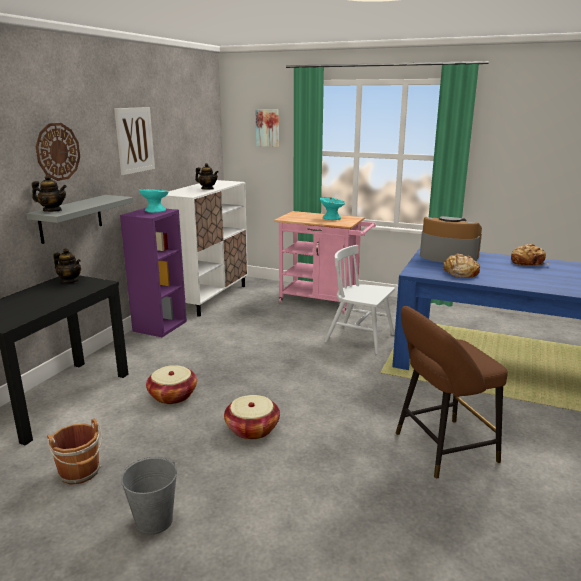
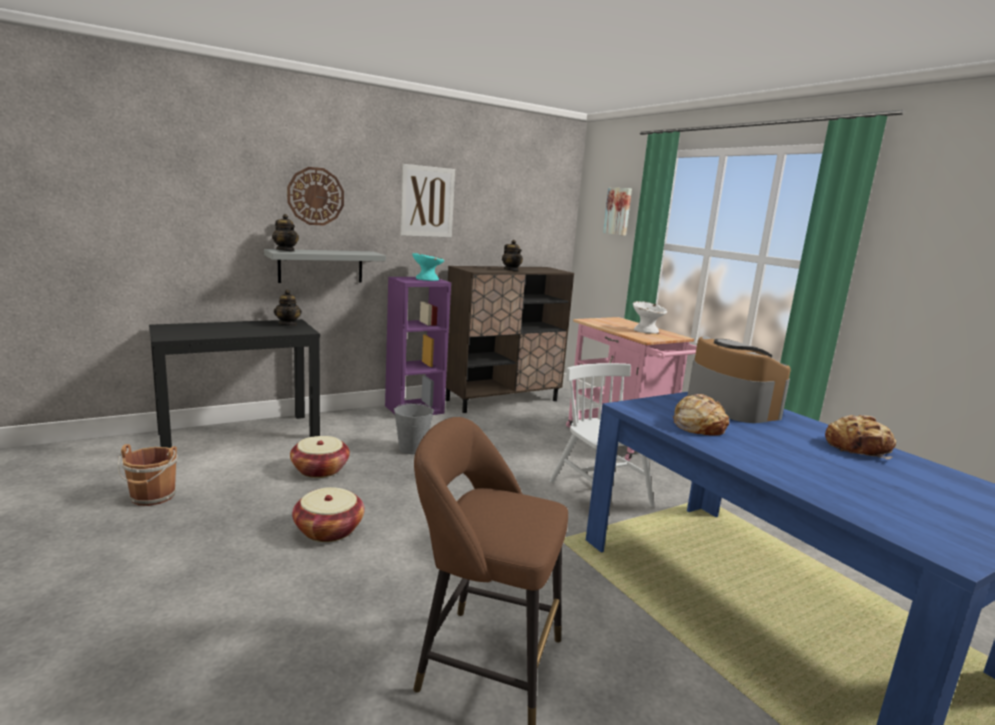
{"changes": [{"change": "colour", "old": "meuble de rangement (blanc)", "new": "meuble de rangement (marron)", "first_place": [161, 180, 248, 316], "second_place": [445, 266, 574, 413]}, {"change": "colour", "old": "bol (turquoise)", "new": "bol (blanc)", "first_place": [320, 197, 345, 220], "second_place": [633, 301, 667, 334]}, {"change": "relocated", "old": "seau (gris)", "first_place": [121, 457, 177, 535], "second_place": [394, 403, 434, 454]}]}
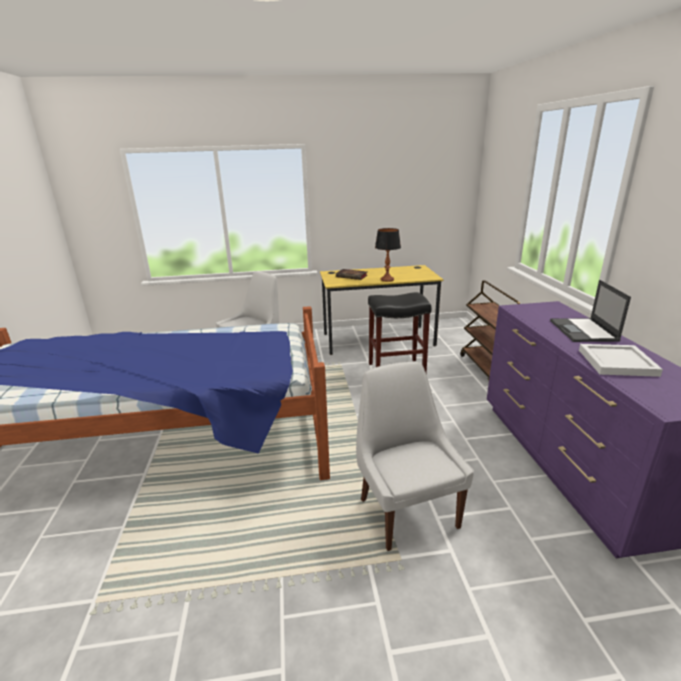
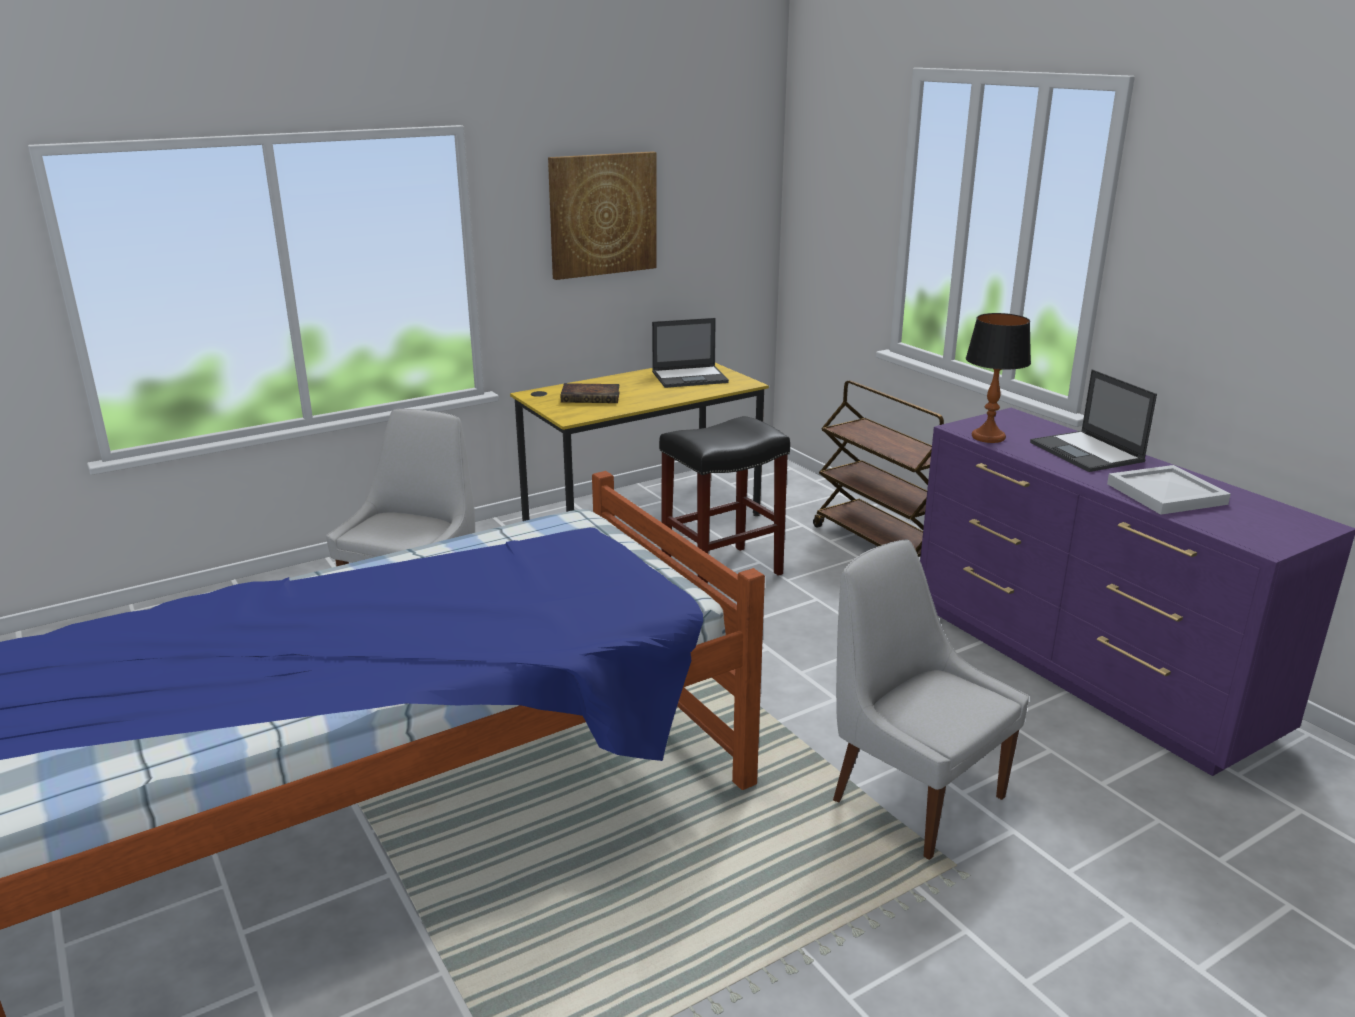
{"changes": [{"change": "relocated", "old": "lampe de table", "first_place": [375, 228, 401, 282], "second_place": [966, 313, 1031, 443]}, {"change": "appeared", "new": "tableau", "second_place": [548, 151, 656, 280]}, {"change": "appeared", "new": "ordinateur portable", "second_place": [652, 318, 729, 388]}]}
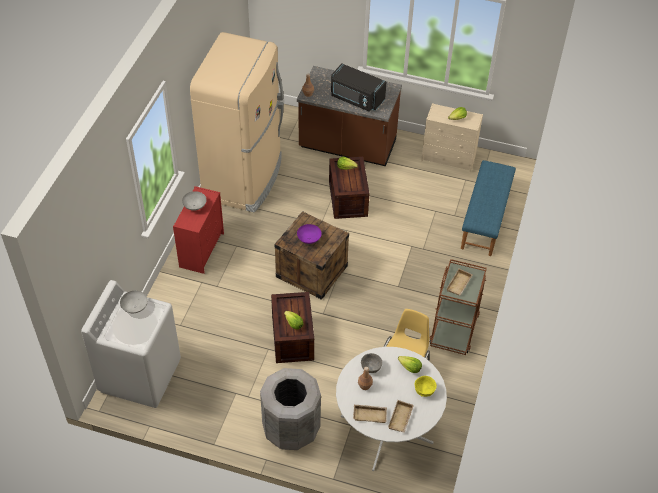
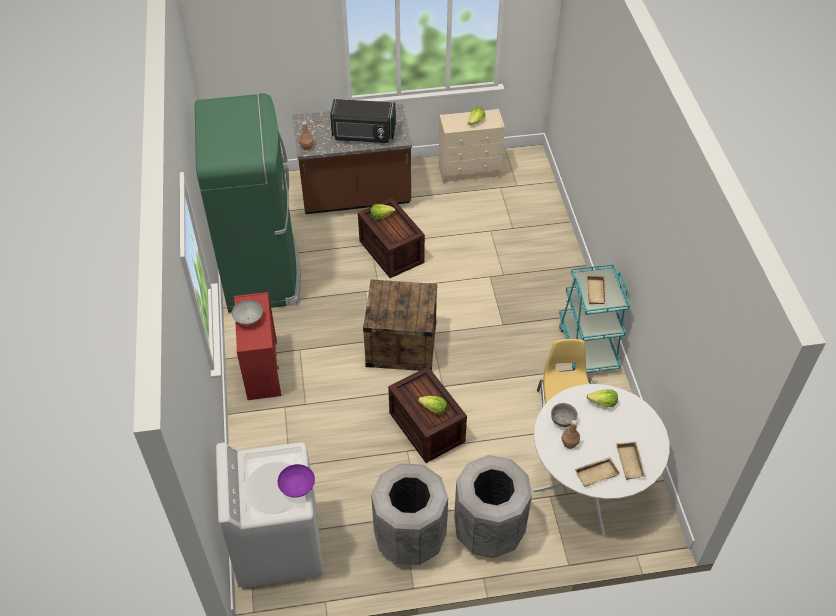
{"changes": [{"change": "colour", "old": "réfrigérateur (beige)", "new": "réfrigérateur (vert)", "first_place": [190, 32, 284, 212], "second_place": [195, 93, 301, 313]}, {"change": "missing", "old": "banc (bleu)", "first_place": [461, 160, 516, 256]}, {"change": "relocated", "old": "bol (violet)", "first_place": [297, 224, 322, 244], "second_place": [278, 464, 315, 498]}, {"change": "colour", "old": "chariot (marron)", "new": "chariot (turquoise)", "first_place": [429, 259, 487, 355], "second_place": [559, 264, 630, 373]}, {"change": "missing", "old": "bol (gris)", "first_place": [120, 291, 148, 313]}, {"change": "missing", "old": "bol (jaune)", "first_place": [415, 376, 437, 397]}, {"change": "appeared", "new": "poubelle (gris)", "second_place": [371, 463, 448, 565]}]}
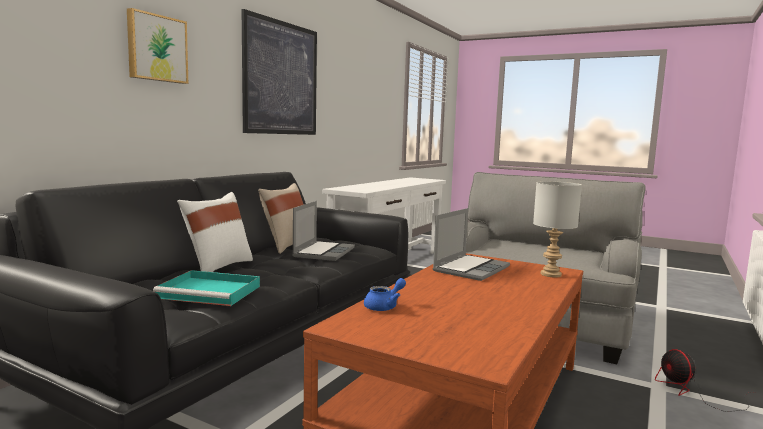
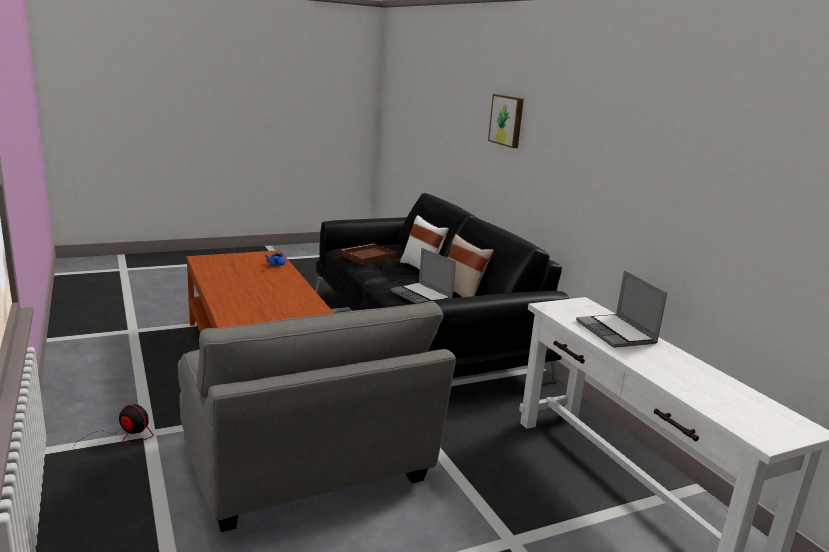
{"changes": [{"change": "missing", "old": "tableau", "first_place": [242, 9, 317, 135]}, {"change": "missing", "old": "lampe de table (gris)", "first_place": [533, 181, 582, 278]}, {"change": "relocated", "old": "ordinateur portable", "first_place": [433, 208, 510, 281], "second_place": [576, 270, 667, 348]}, {"change": "colour", "old": "plateau (turquoise)", "new": "plateau (marron)", "first_place": [153, 270, 260, 306], "second_place": [340, 244, 396, 265]}]}
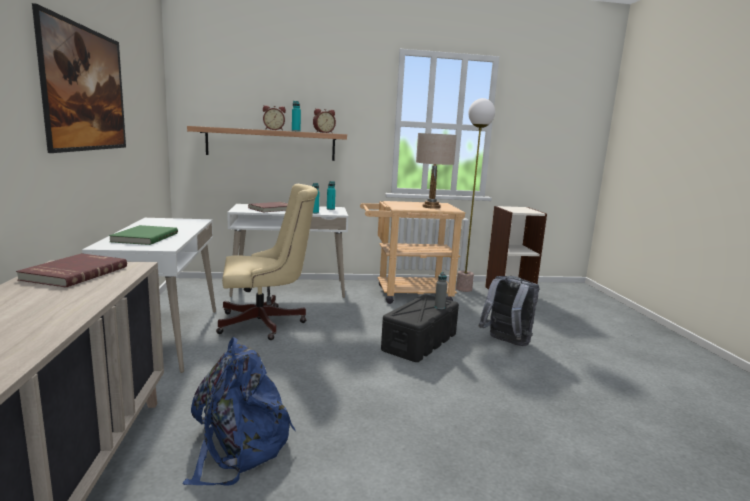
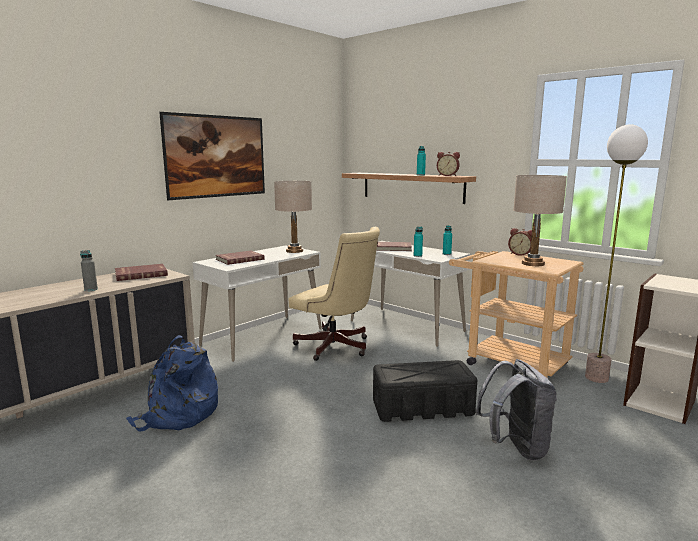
{"changes": [{"change": "relocated", "old": "réveil", "first_place": [263, 105, 286, 131], "second_place": [508, 228, 532, 256]}, {"change": "colour", "old": "livre (vert)", "new": "livre (rouge)", "first_place": [109, 225, 178, 245], "second_place": [216, 251, 265, 265]}, {"change": "relocated", "old": "bouteille (gris)", "first_place": [434, 272, 447, 309], "second_place": [80, 250, 98, 291]}, {"change": "appeared", "new": "lampe de table (beige)", "second_place": [274, 181, 312, 253]}]}
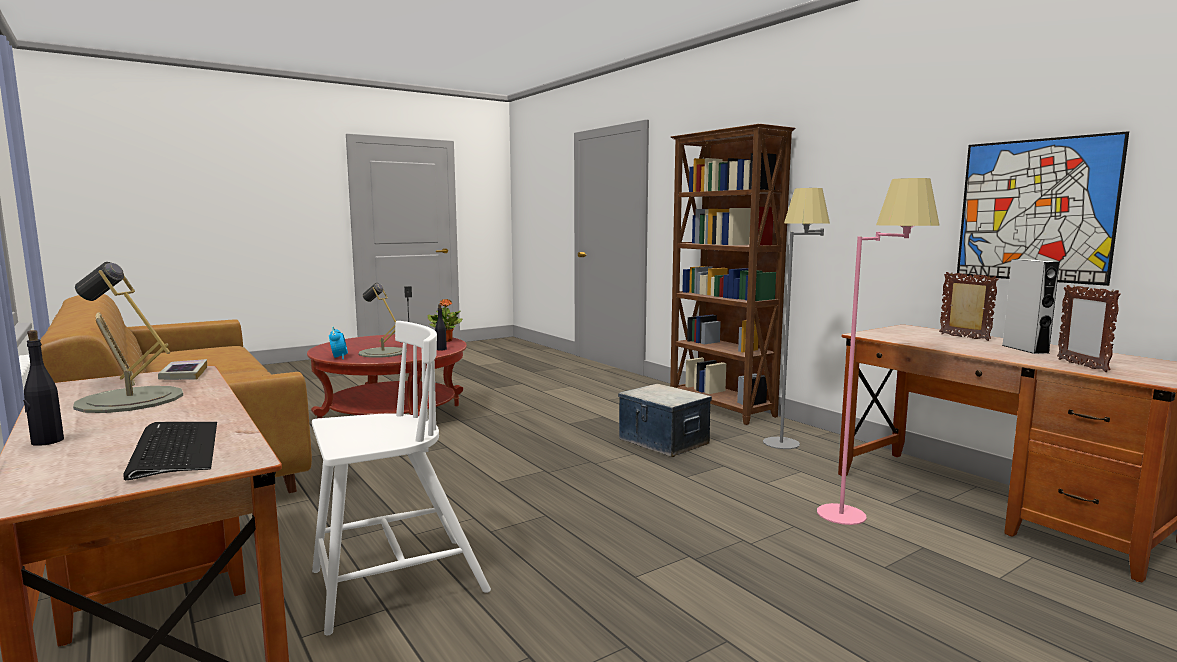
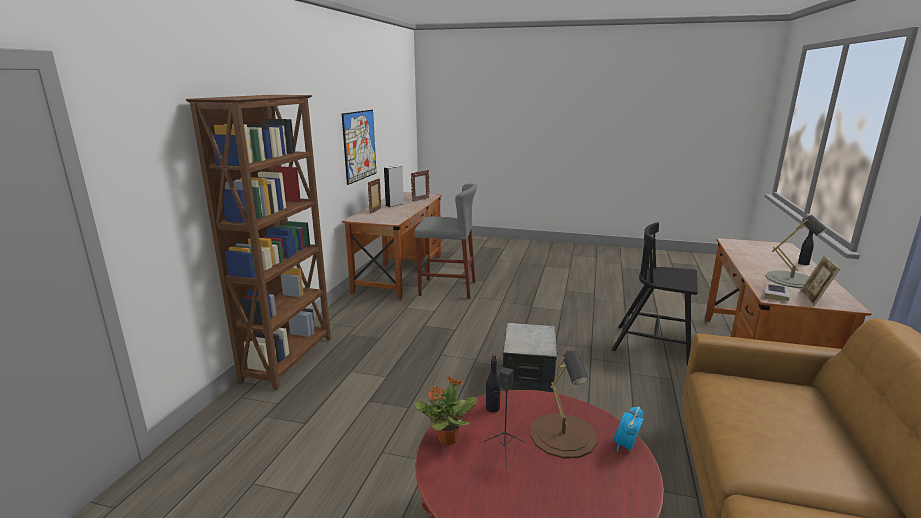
{"changes": [{"change": "exchanged", "old": "lampadaire (rose)", "new": "tabouret (gris)", "first_place": [817, 178, 940, 525], "second_place": [414, 183, 477, 299]}, {"change": "missing", "old": "lampadaire (gris)", "first_place": [763, 188, 830, 449]}, {"change": "colour", "old": "lampe de table (gris)", "new": "lampe de table (marron)", "first_place": [359, 283, 407, 358], "second_place": [530, 350, 597, 459]}, {"change": "colour", "old": "chaise (blanc)", "new": "chaise (noir)", "first_place": [312, 321, 491, 635], "second_place": [612, 222, 698, 366]}, {"change": "relocated", "old": "boîte de rangement", "first_place": [618, 384, 712, 457], "second_place": [502, 323, 558, 393]}, {"change": "missing", "old": "clavier", "first_place": [123, 422, 217, 480]}]}
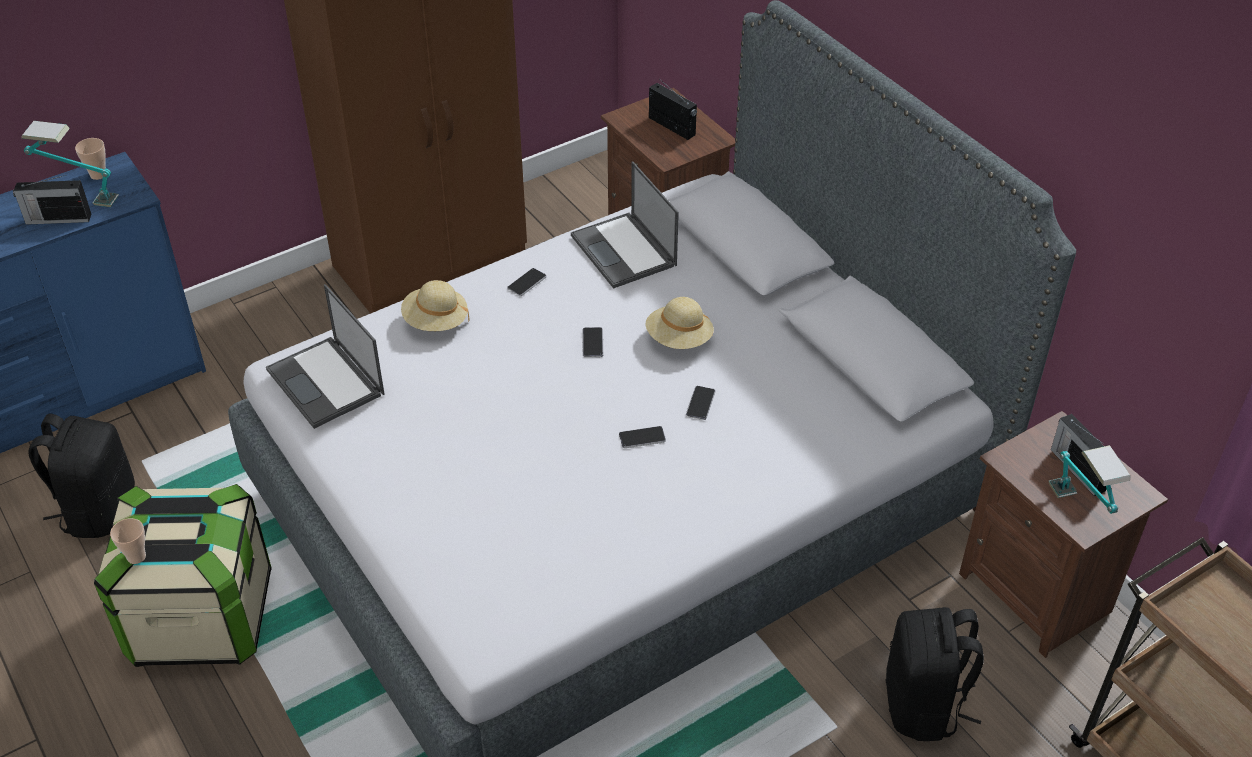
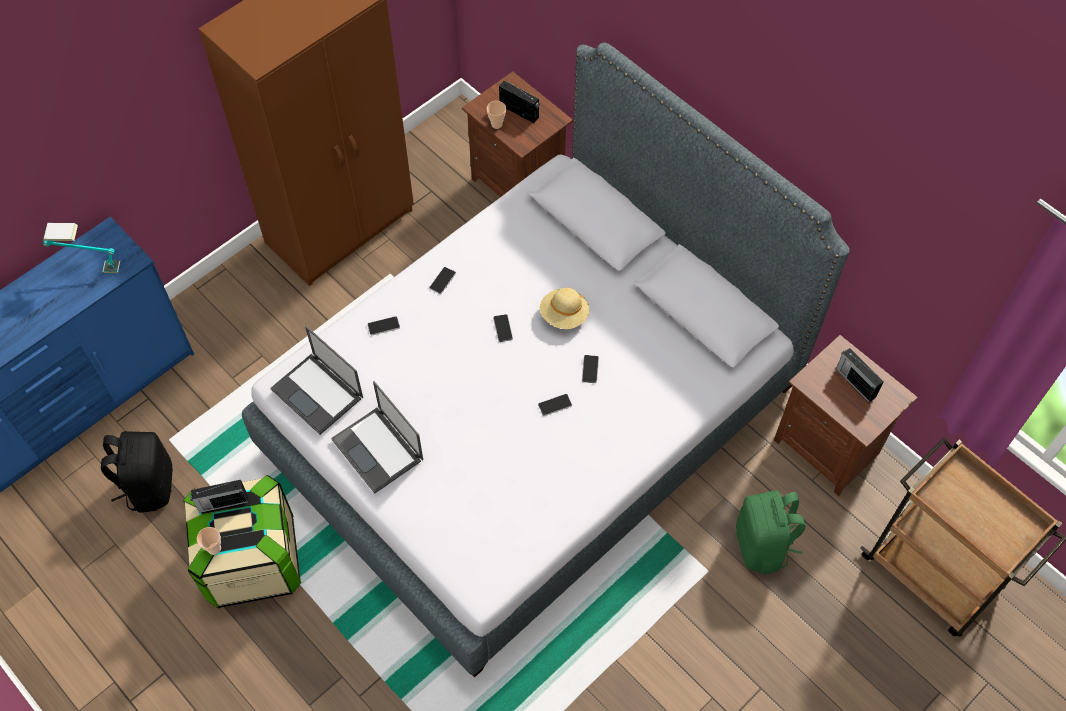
{"changes": [{"change": "relocated", "old": "tasse", "first_place": [75, 138, 106, 180], "second_place": [487, 101, 506, 129]}, {"change": "relocated", "old": "ordinateur portable", "first_place": [571, 161, 679, 289], "second_place": [331, 381, 423, 493]}, {"change": "relocated", "old": "radio", "first_place": [13, 175, 91, 225], "second_place": [190, 480, 248, 513]}, {"change": "exchanged", "old": "chapeau (beige)", "new": "téléphone", "first_place": [401, 280, 470, 331], "second_place": [367, 316, 400, 335]}, {"change": "missing", "old": "lampe de table", "first_place": [1049, 445, 1130, 514]}, {"change": "colour", "old": "sac à dos (noir)", "new": "sac à dos (vert)", "first_place": [886, 607, 984, 741], "second_place": [736, 490, 806, 574]}]}
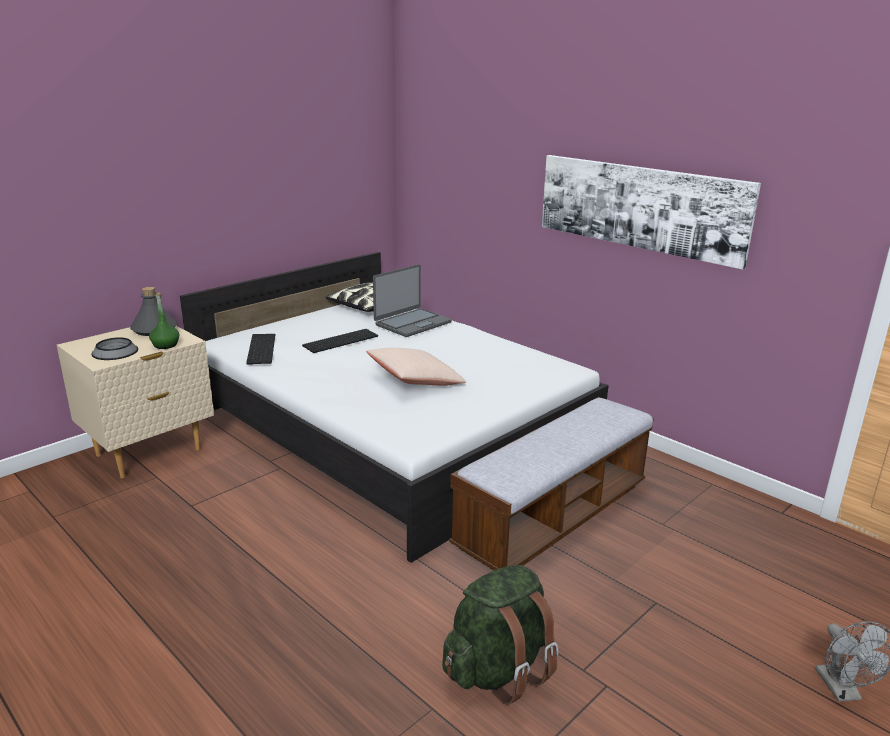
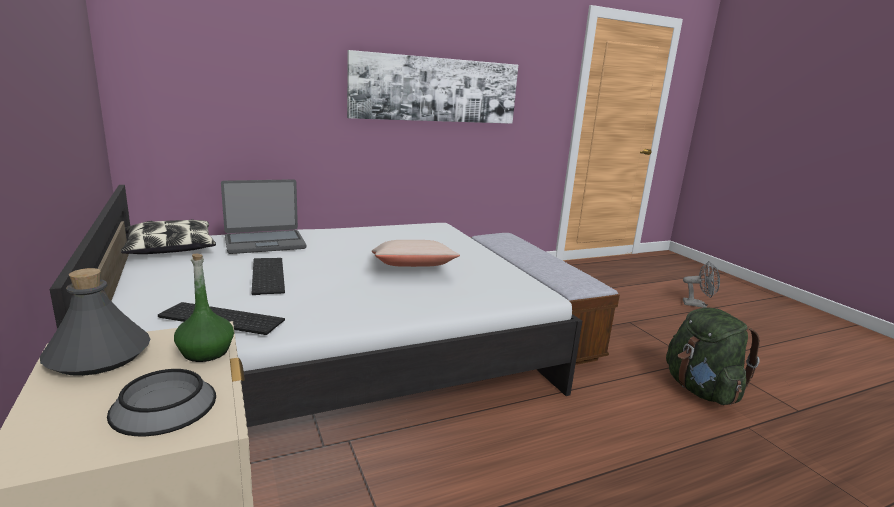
{"changes": [{"change": "spun", "old": "ordinateur portable", "first_place": [373, 264, 452, 337], "second_place": [221, 179, 306, 254], "degrees": 90}]}
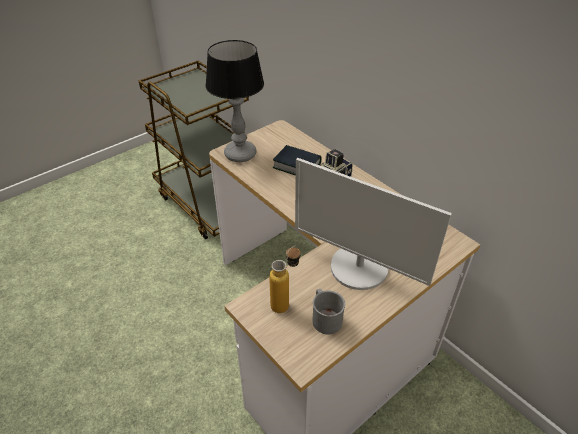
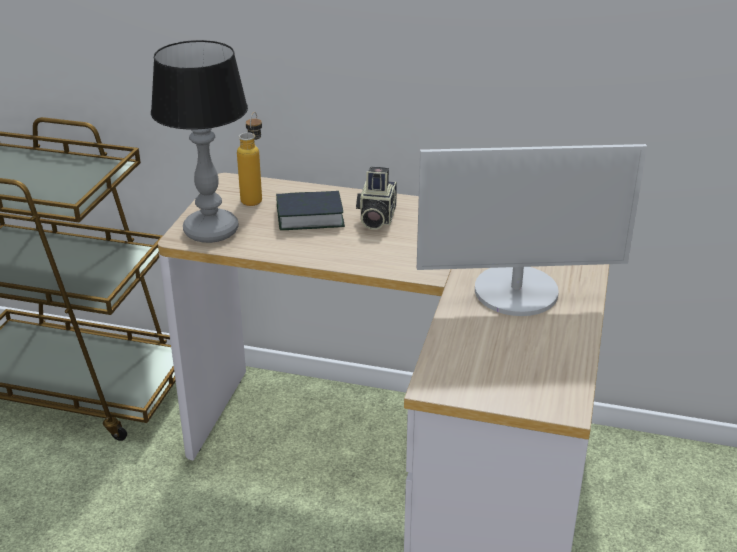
{"changes": [{"change": "relocated", "old": "bouteille", "first_place": [269, 245, 300, 313], "second_place": [237, 112, 262, 206]}, {"change": "missing", "old": "mug (gris)", "first_place": [312, 289, 345, 335]}]}
